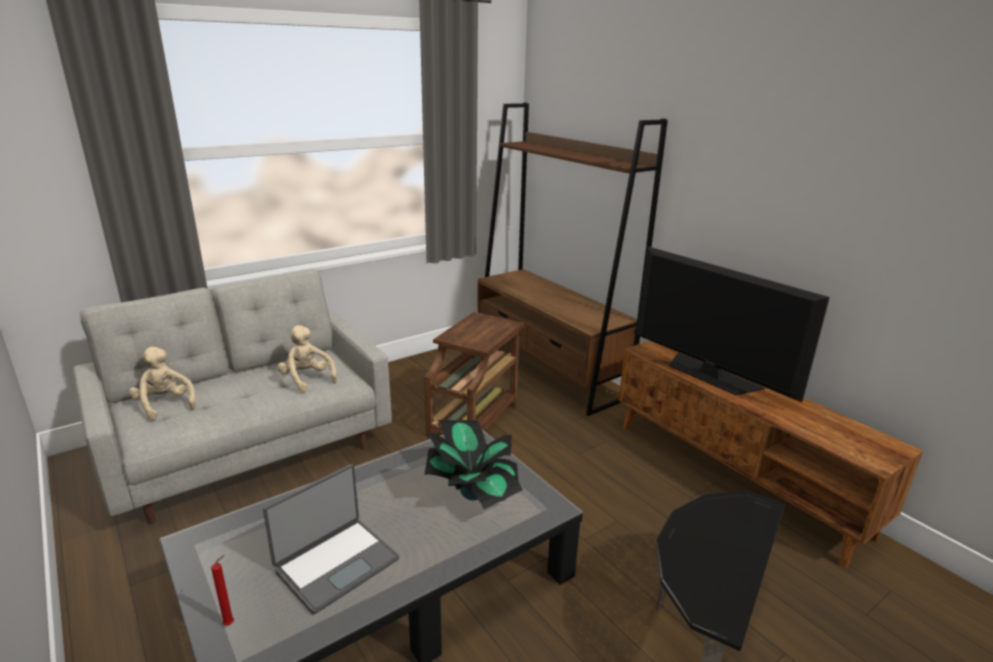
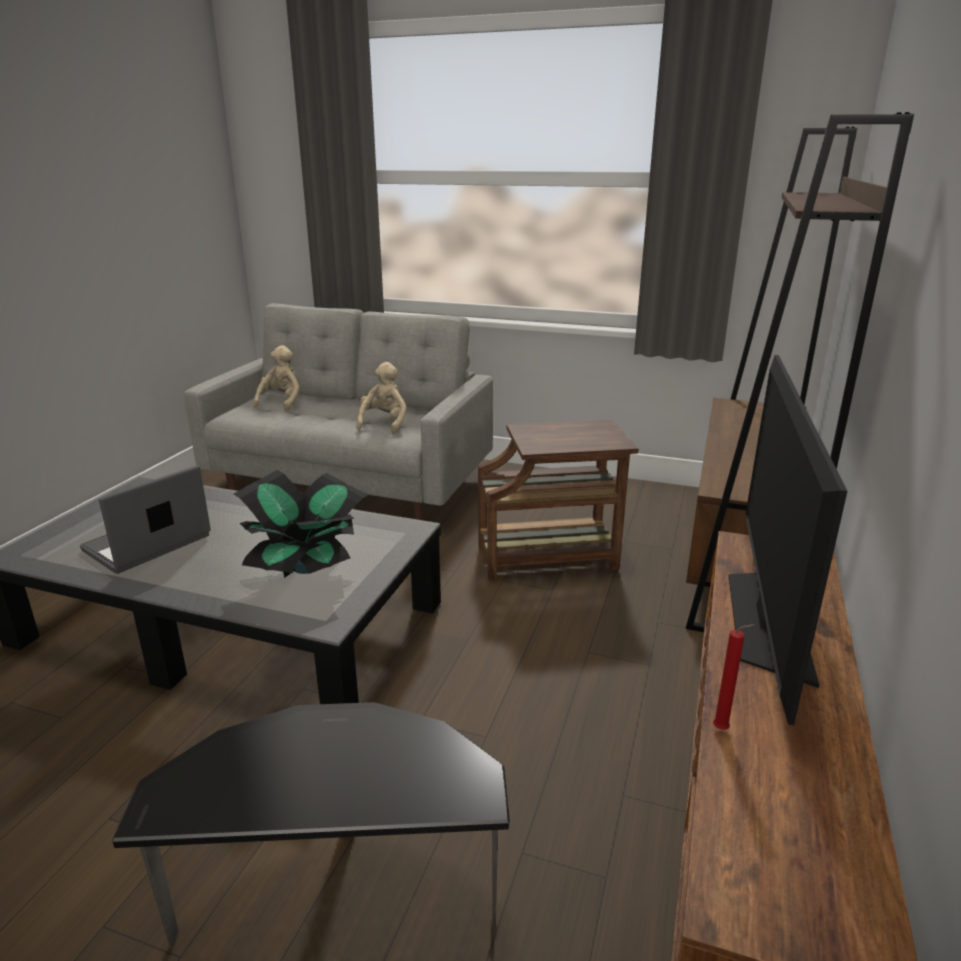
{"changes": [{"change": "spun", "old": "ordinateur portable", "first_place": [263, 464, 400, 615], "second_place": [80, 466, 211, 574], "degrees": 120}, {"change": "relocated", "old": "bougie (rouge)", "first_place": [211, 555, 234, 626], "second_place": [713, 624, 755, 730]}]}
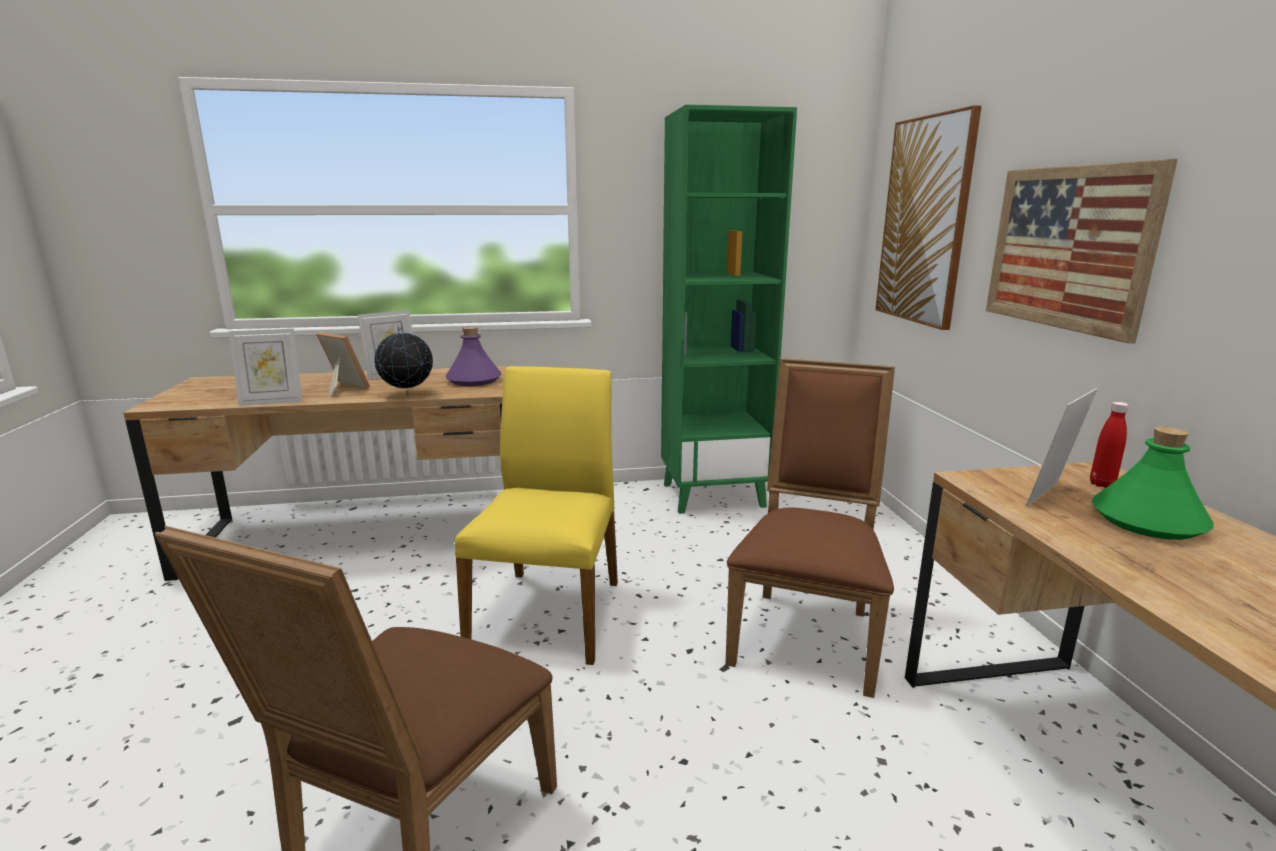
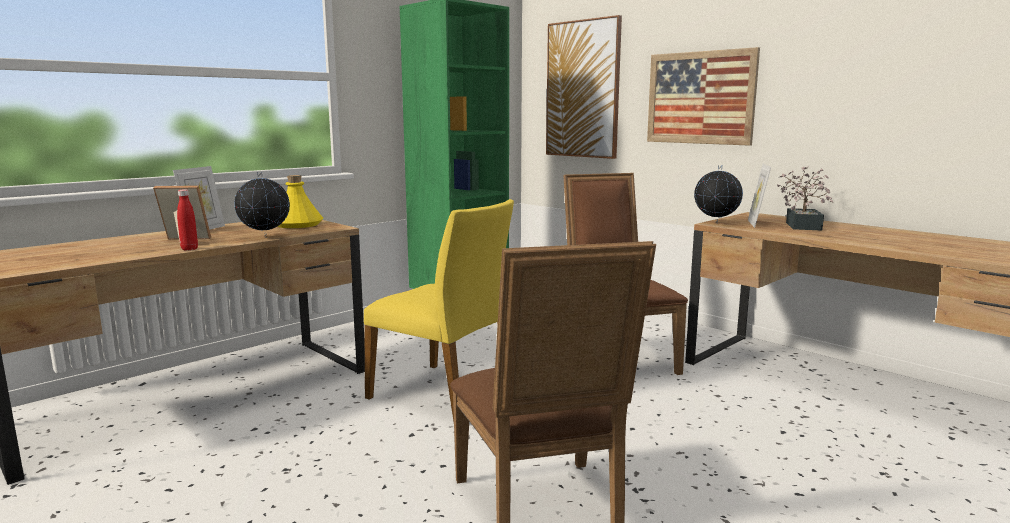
{"changes": [{"change": "colour", "old": "bouteille (violet)", "new": "bouteille (jaune)", "first_place": [446, 327, 502, 386], "second_place": [278, 175, 323, 228]}, {"change": "missing", "old": "cadre photo", "first_place": [229, 329, 302, 406]}, {"change": "spun", "old": "chaise (jaune)", "first_place": [455, 366, 618, 665], "second_place": [364, 199, 514, 421], "degrees": 150}, {"change": "relocated", "old": "bouteille (rouge)", "first_place": [1090, 402, 1129, 488], "second_place": [177, 189, 198, 250]}, {"change": "exchanged", "old": "bouteille (vert)", "new": "plante en pot", "first_place": [1092, 426, 1214, 540], "second_place": [777, 167, 833, 231]}, {"change": "appeared", "new": "globe", "second_place": [694, 165, 743, 224]}]}
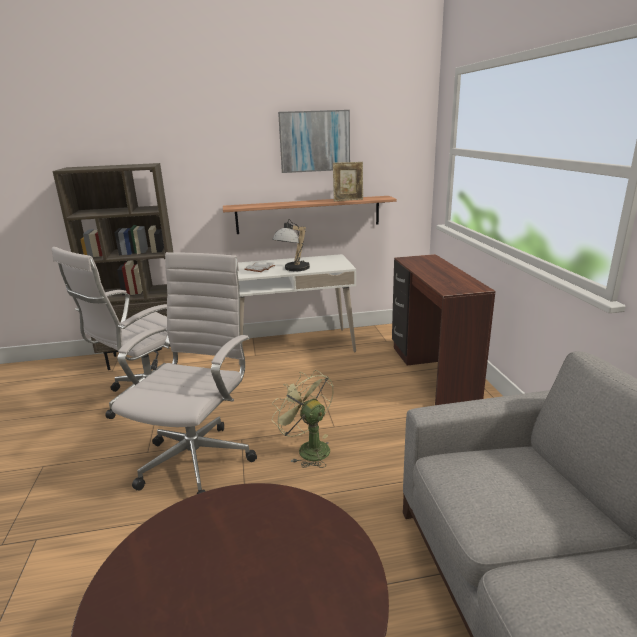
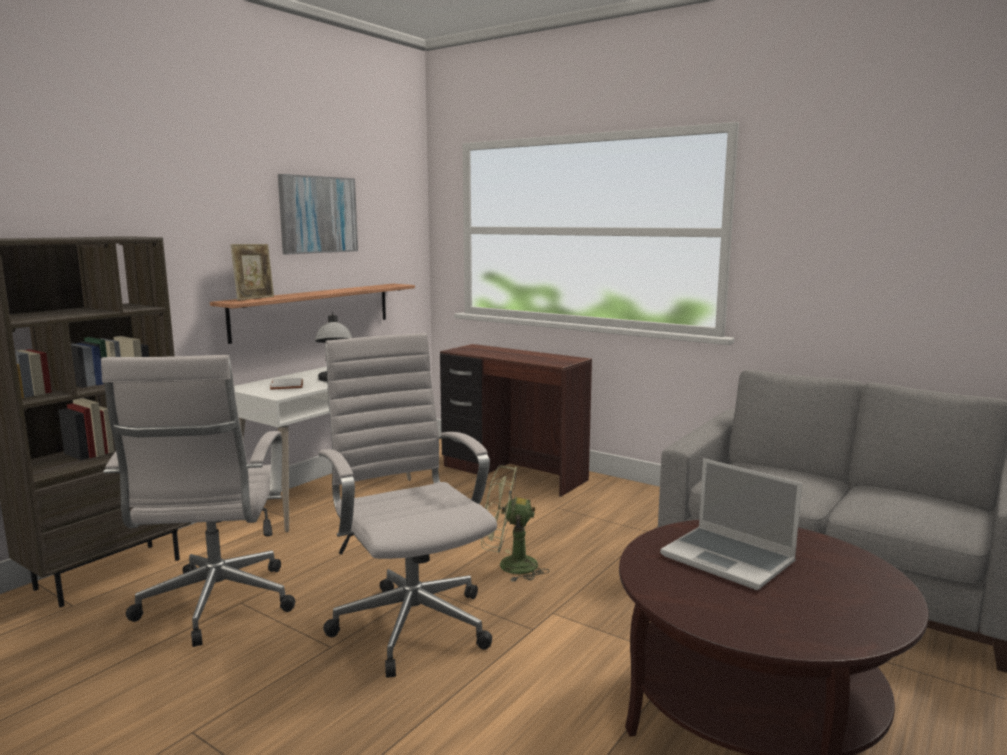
{"changes": [{"change": "relocated", "old": "cadre photo", "first_place": [333, 162, 363, 201], "second_place": [231, 244, 274, 300]}, {"change": "appeared", "new": "ordinateur portable", "second_place": [660, 458, 802, 590]}]}
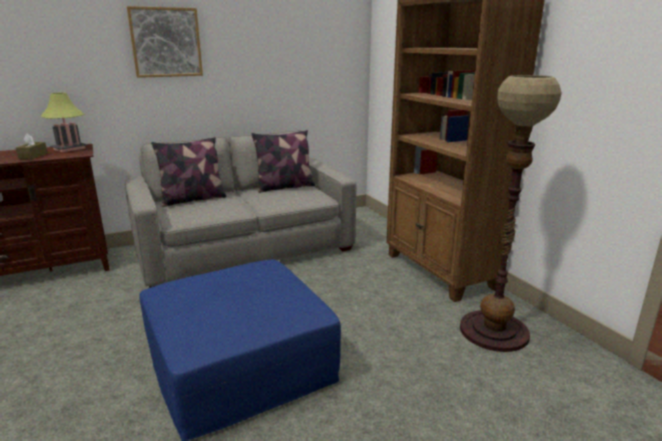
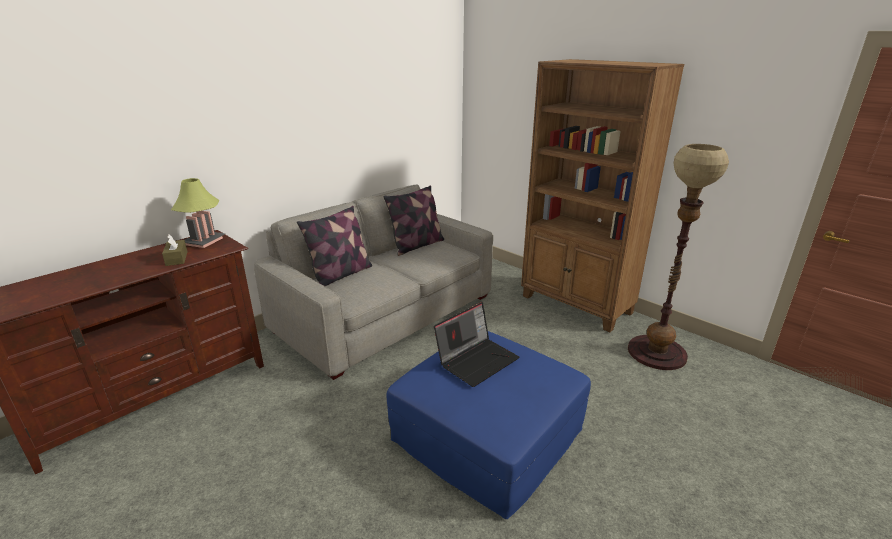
{"changes": [{"change": "missing", "old": "tableau", "first_place": [127, 6, 203, 78]}, {"change": "appeared", "new": "ordinateur portable", "second_place": [434, 302, 519, 387]}]}
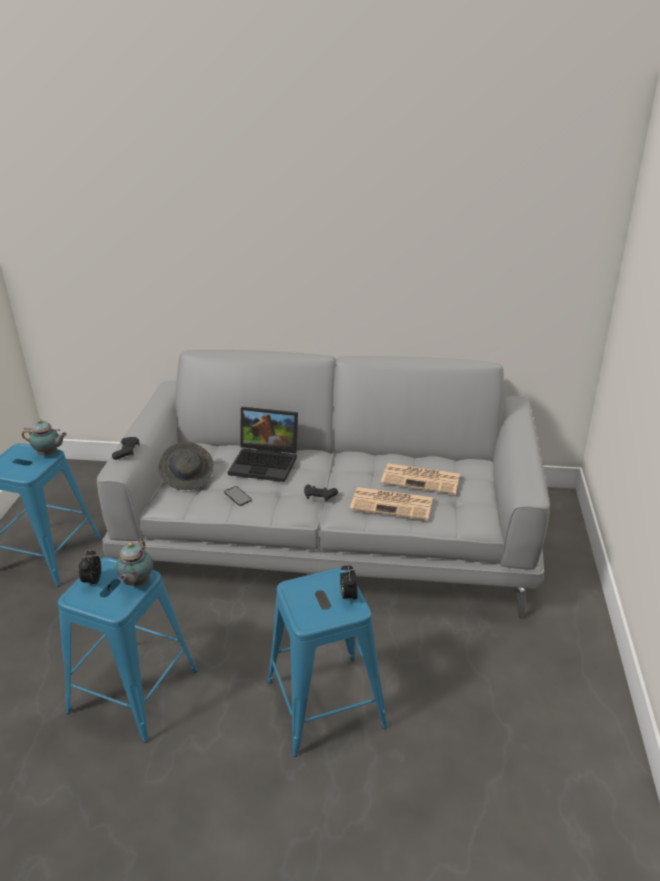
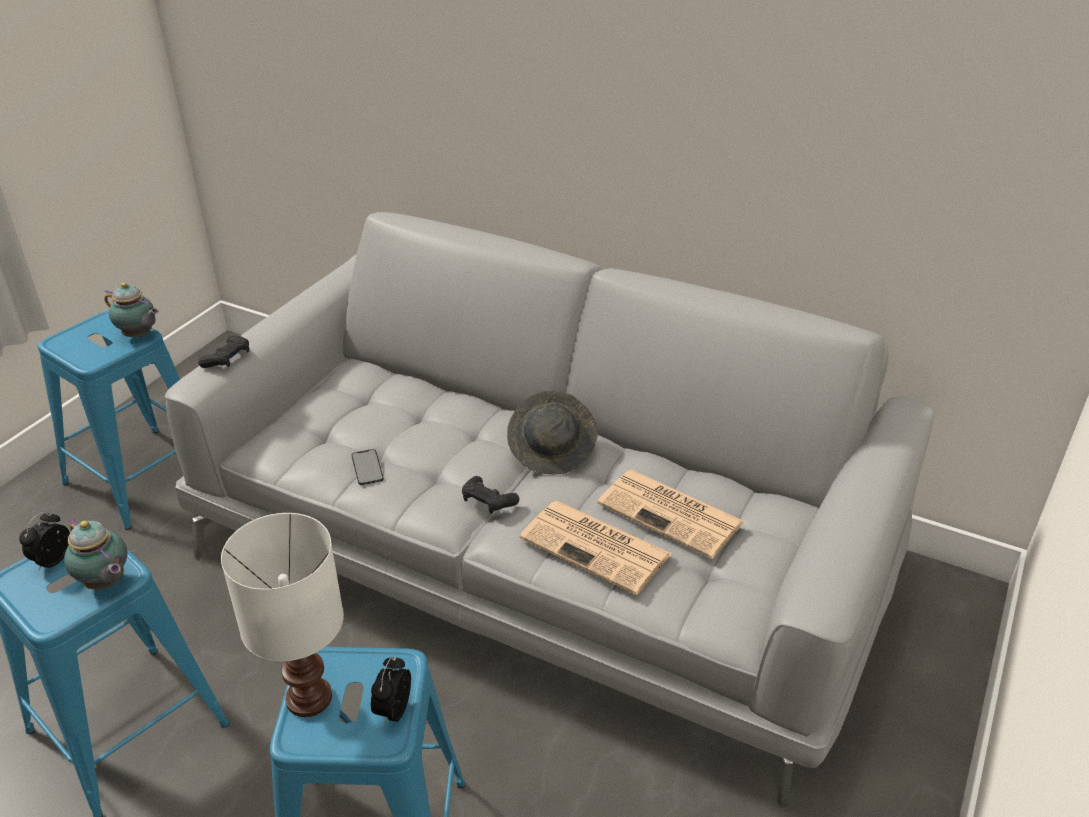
{"changes": [{"change": "missing", "old": "ordinateur portable", "first_place": [228, 407, 298, 482]}, {"change": "relocated", "old": "chapeau (gris)", "first_place": [159, 442, 214, 490], "second_place": [507, 391, 598, 474]}, {"change": "spun", "old": "théière", "first_place": [116, 538, 153, 586], "second_place": [64, 518, 127, 590], "degrees": -75}, {"change": "appeared", "new": "lampe de table (blanc)", "second_place": [221, 513, 344, 717]}]}
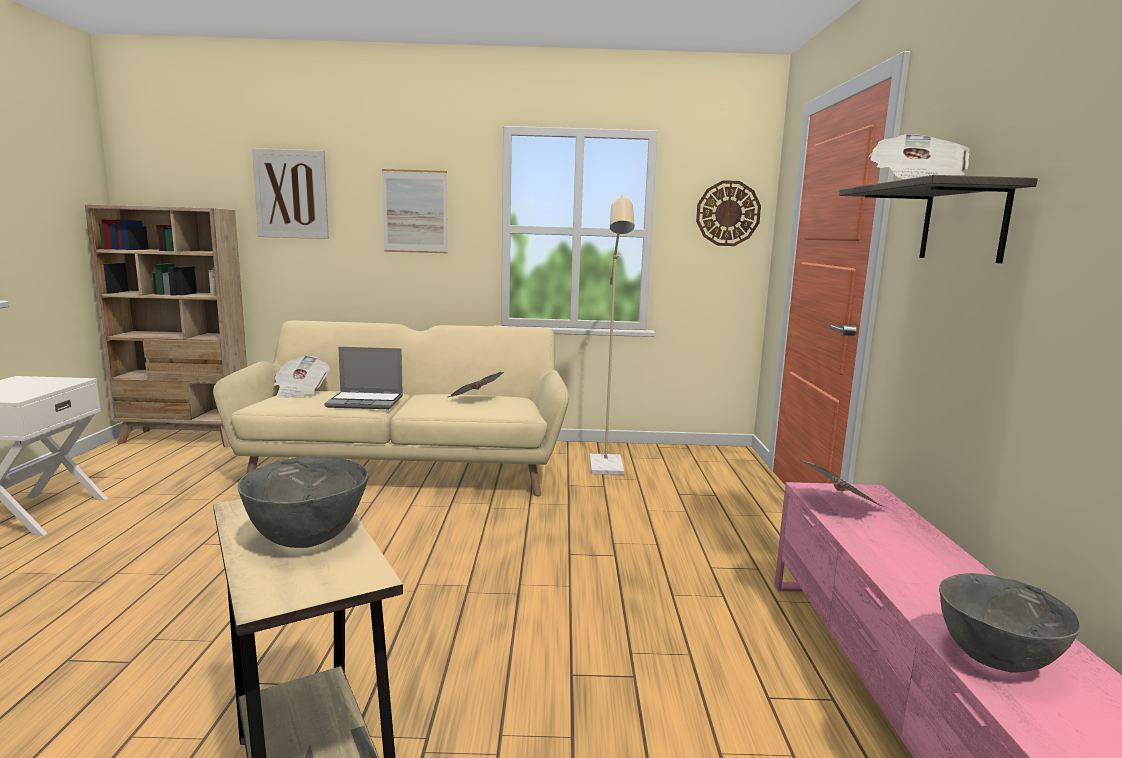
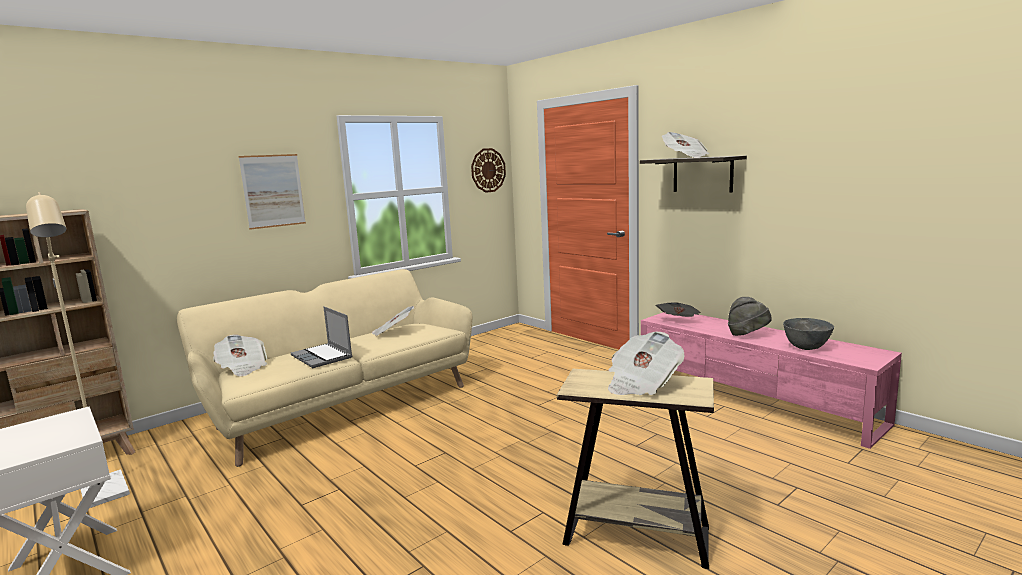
{"changes": [{"change": "missing", "old": "tableau", "first_place": [252, 148, 329, 239]}, {"change": "relocated", "old": "lampadaire (beige)", "first_place": [590, 195, 634, 475], "second_place": [26, 192, 130, 508]}, {"change": "spun", "old": "ordinateur portable", "first_place": [324, 347, 403, 409], "second_place": [291, 306, 352, 368], "degrees": 90}, {"change": "exchanged", "old": "bol (gris)", "new": "journal", "first_place": [238, 456, 369, 548], "second_place": [608, 331, 685, 395]}, {"change": "appeared", "new": "chapeau (gris)", "second_place": [728, 297, 771, 336]}]}
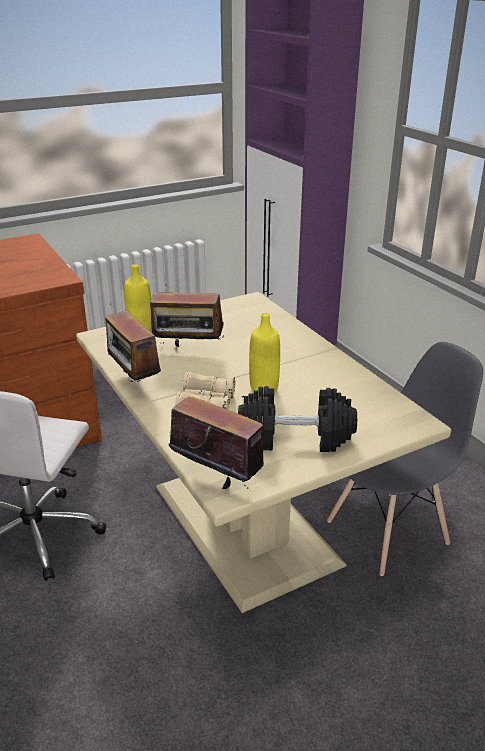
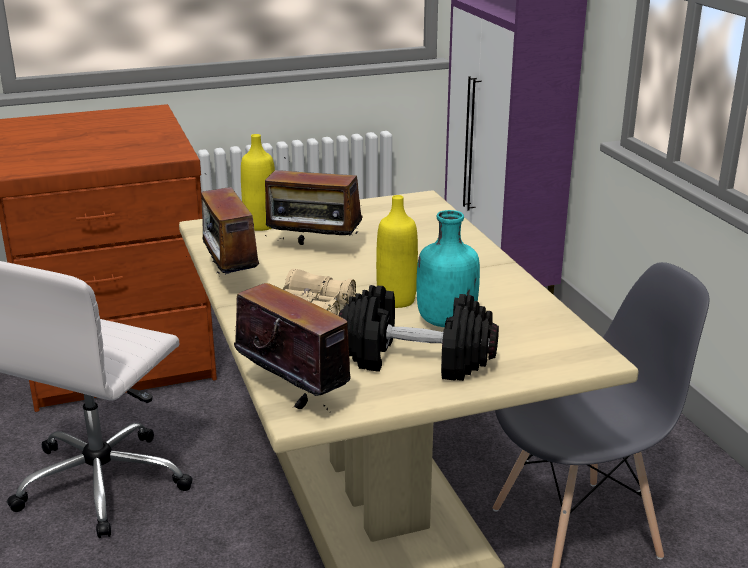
{"changes": [{"change": "appeared", "new": "bouteille (turquoise)", "second_place": [417, 210, 480, 327]}]}
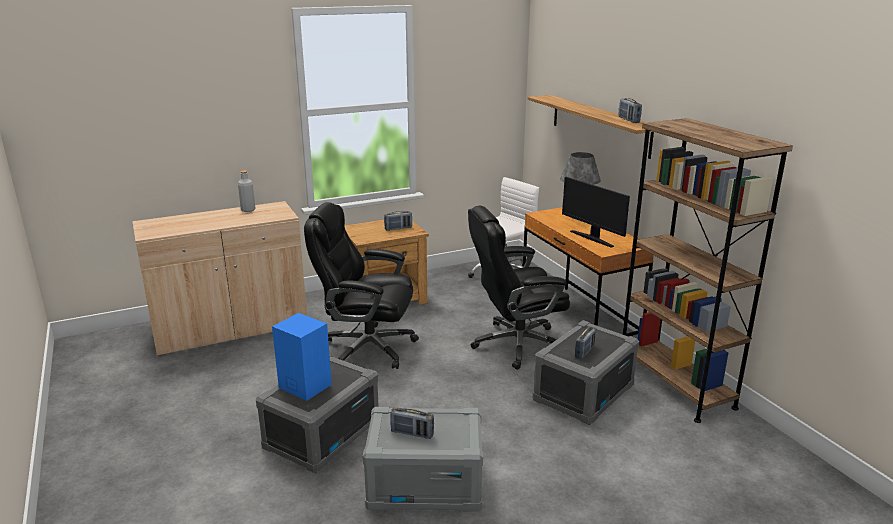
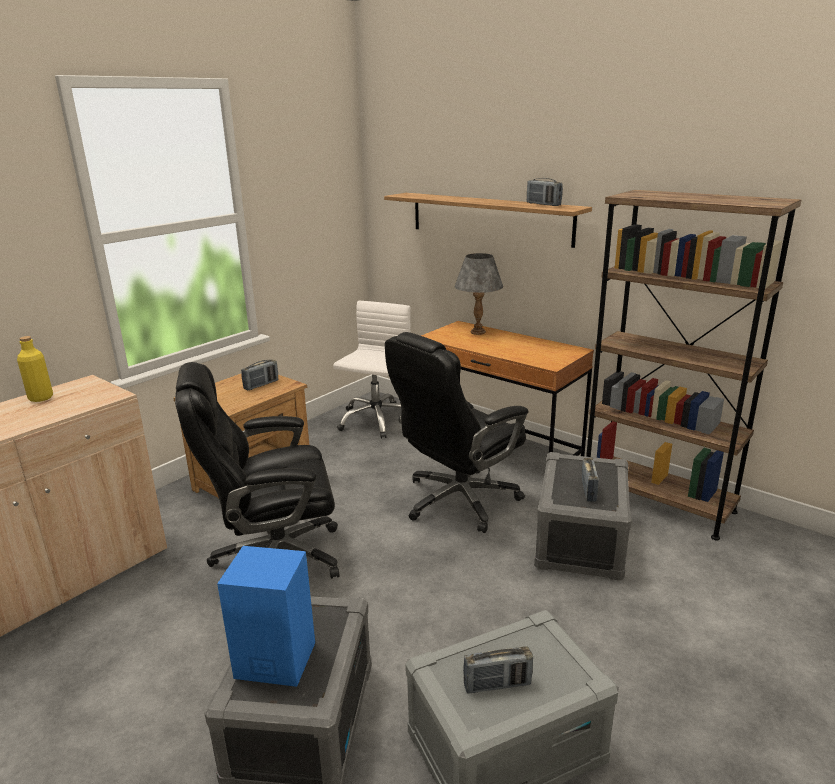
{"changes": [{"change": "colour", "old": "bouteille (gris)", "new": "bouteille (jaune)", "first_place": [238, 171, 255, 212], "second_place": [17, 336, 53, 402]}, {"change": "missing", "old": "écran d'ordinateur", "first_place": [562, 177, 630, 248]}]}
